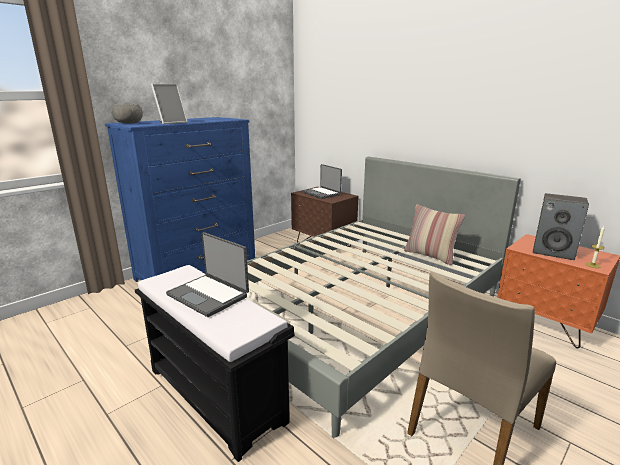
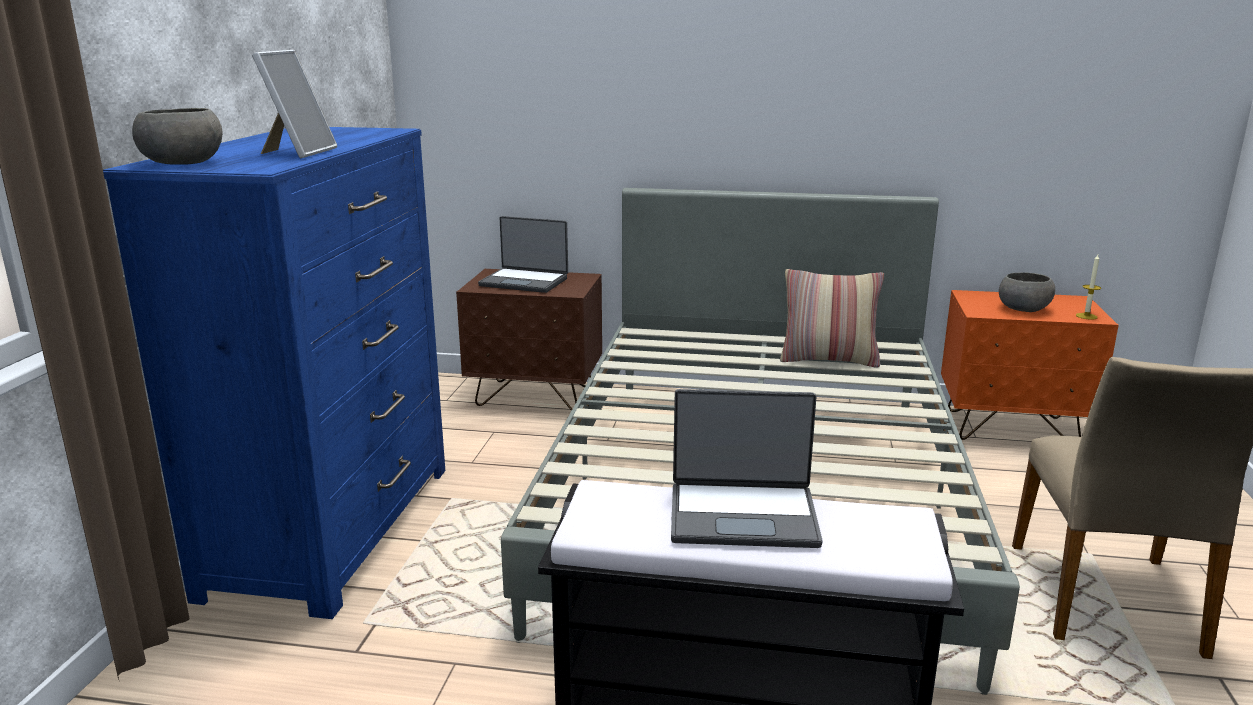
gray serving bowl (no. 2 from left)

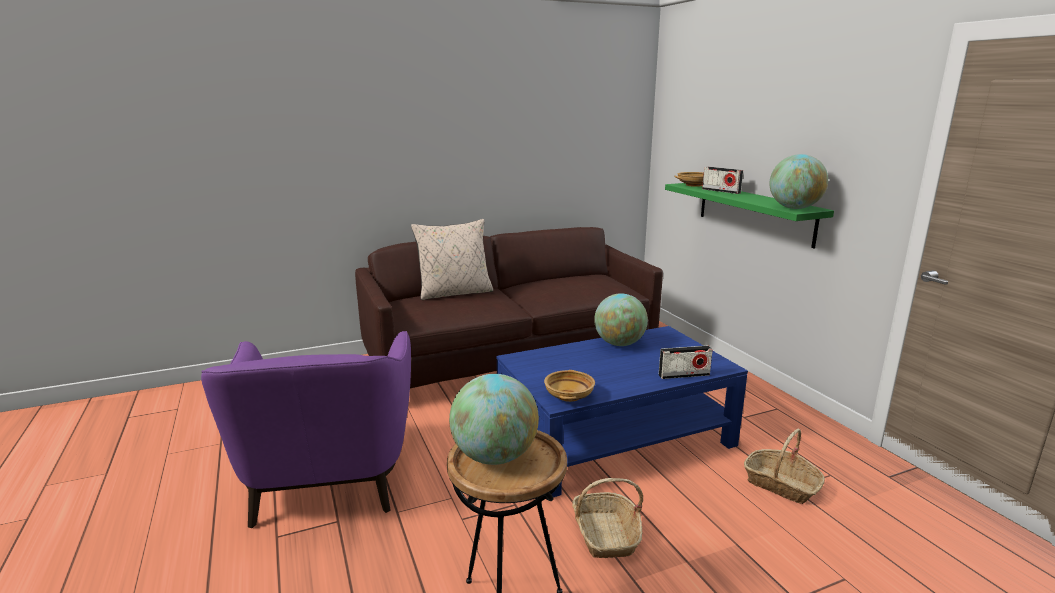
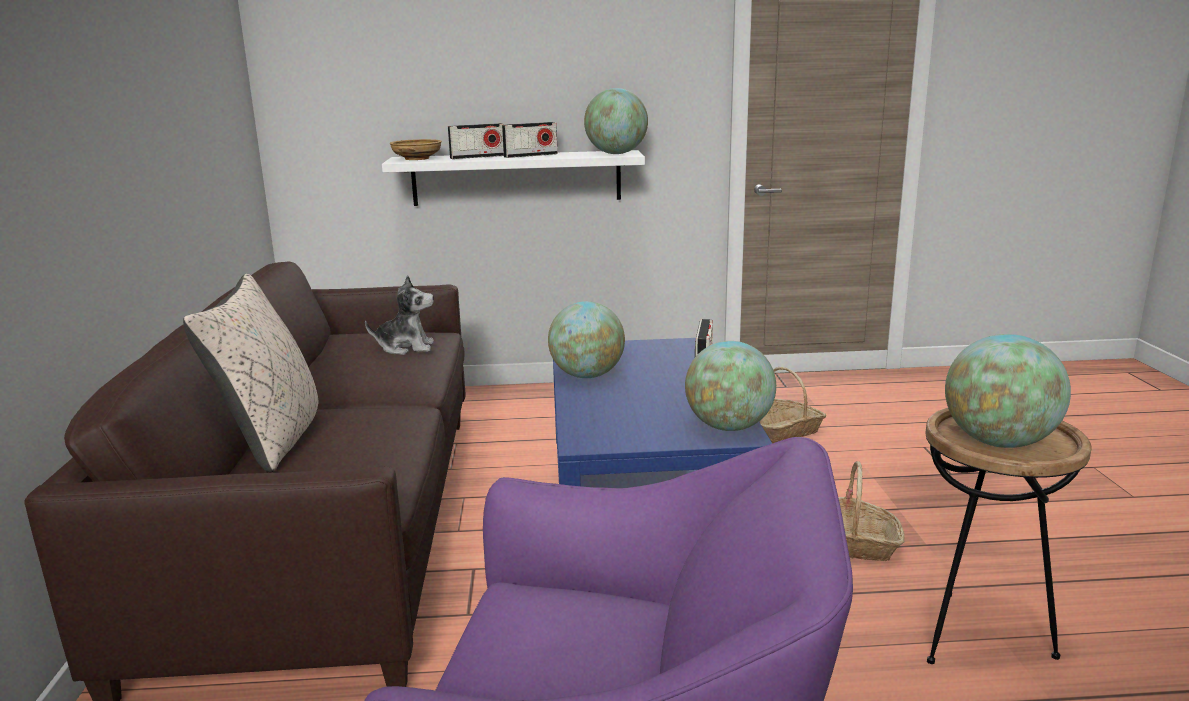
globe (no. 3 from left); whitish bracket shelf; soft toy; radio receiver (no. 2 from left)

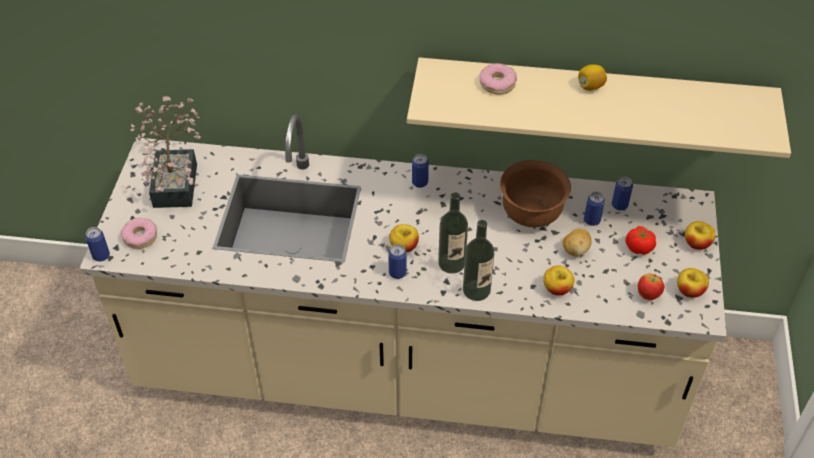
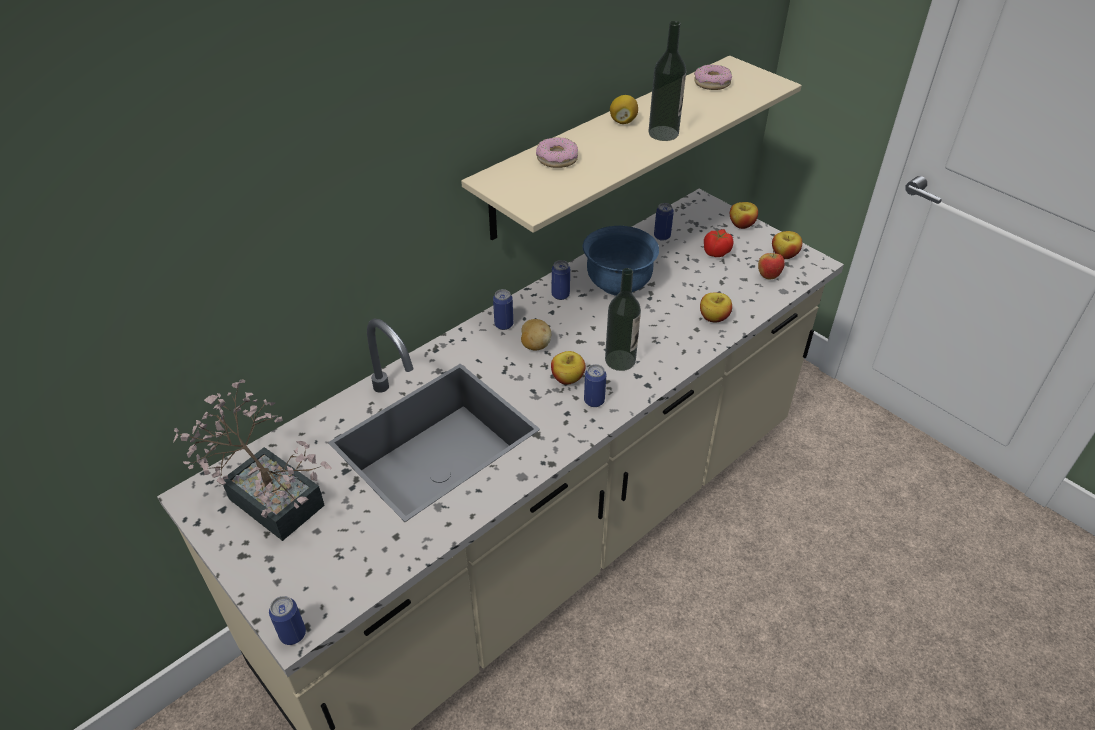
ring doughnut (no. 2 from left); beverage bottle (no. 2 from left); blue-coloured serving bowl; potato; metal can (no. 3 from left)

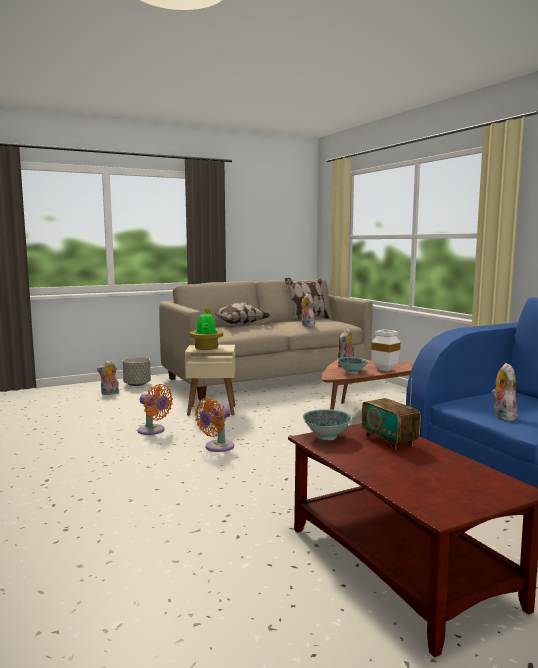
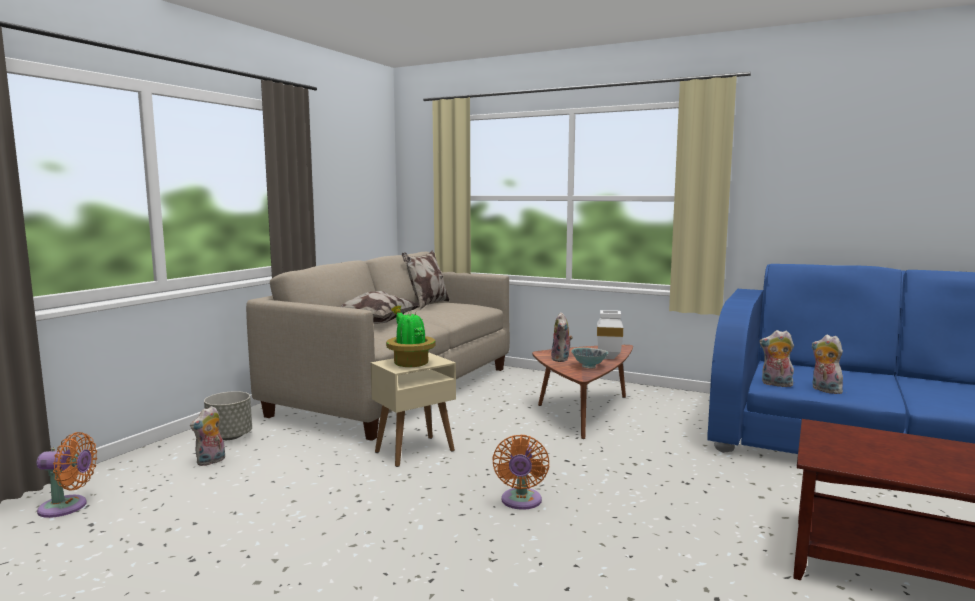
orange-coloured electric fan (no. 1 from left); soft toy (no. 3 from left); serving bowl (no. 1 from left in the first image); radio receiver

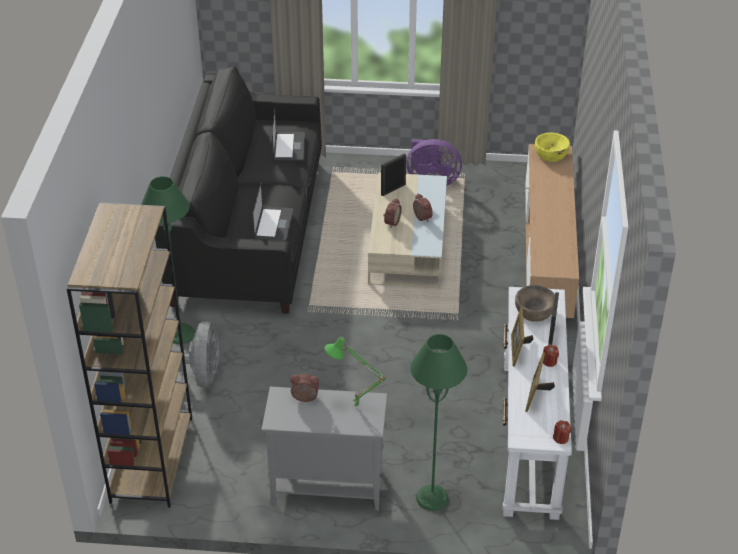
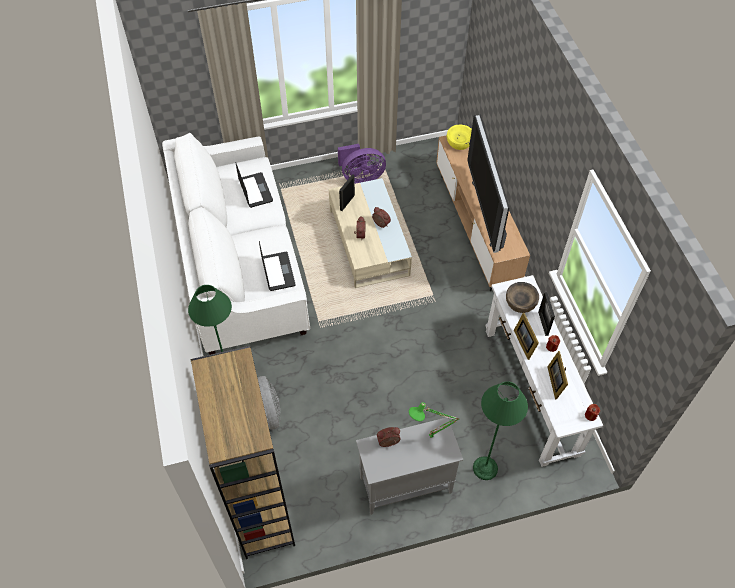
whitish couch; TV set

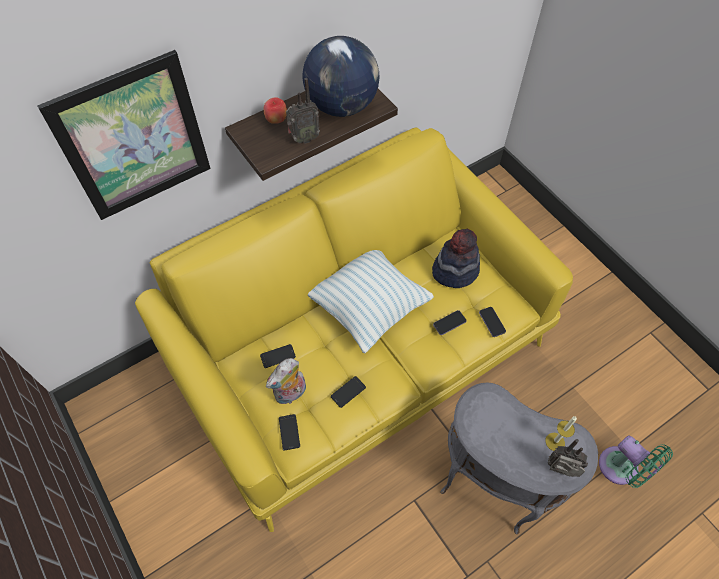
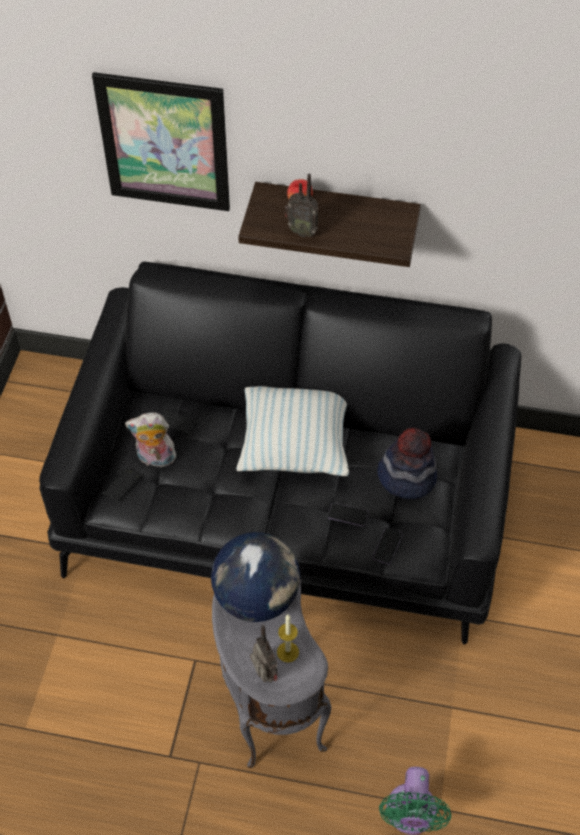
blackish couch; globe; phone (no. 3 from left in the first image)

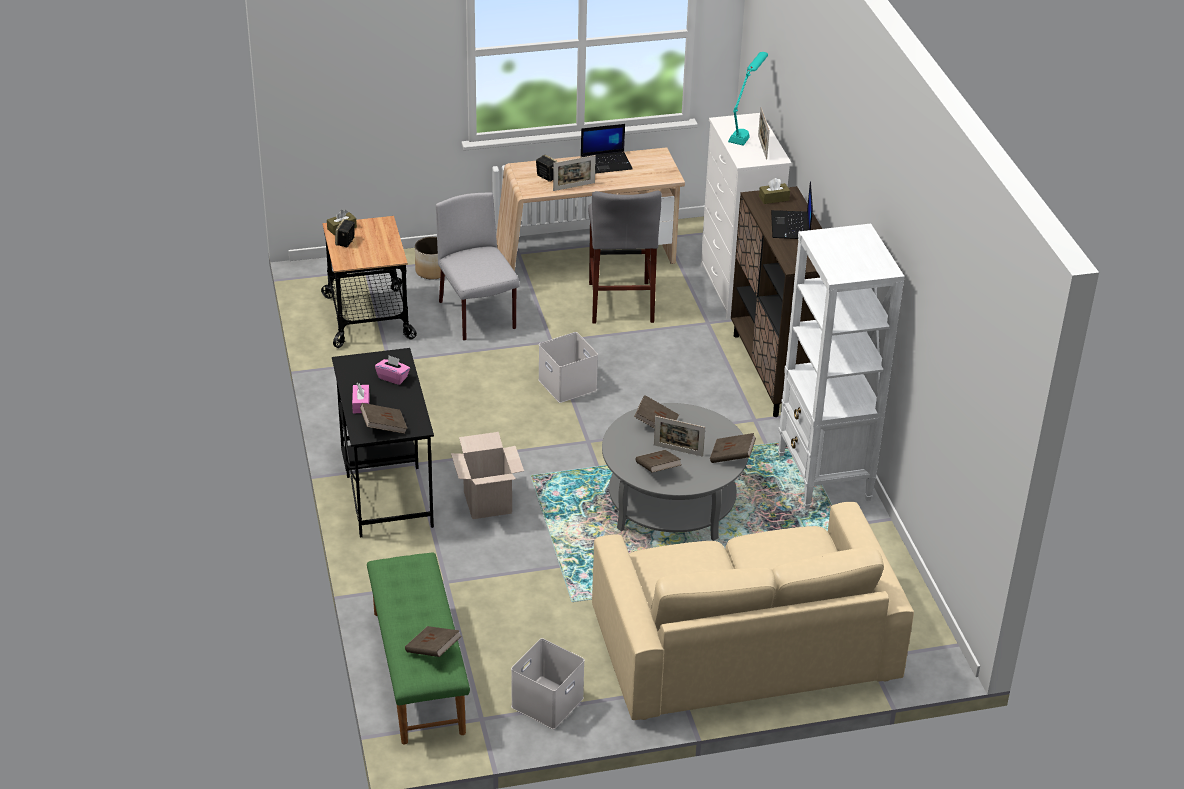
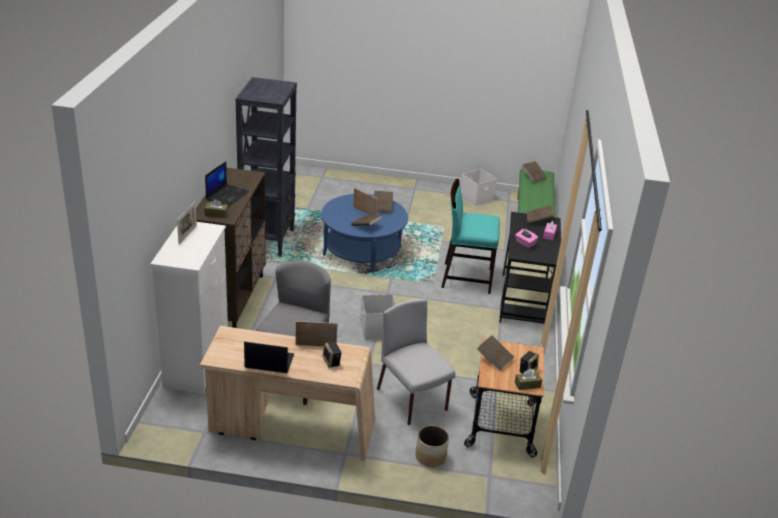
gray chair; blue-green chair; sand-coloured couch; blue-coloured coffee table; brown-coloured book (no. 3 from left); blue-green lamp for a table; blackish bookcase

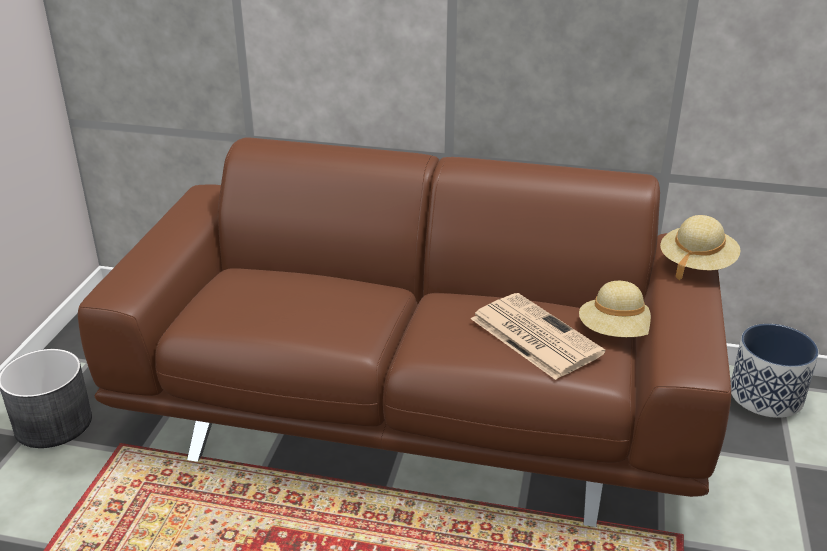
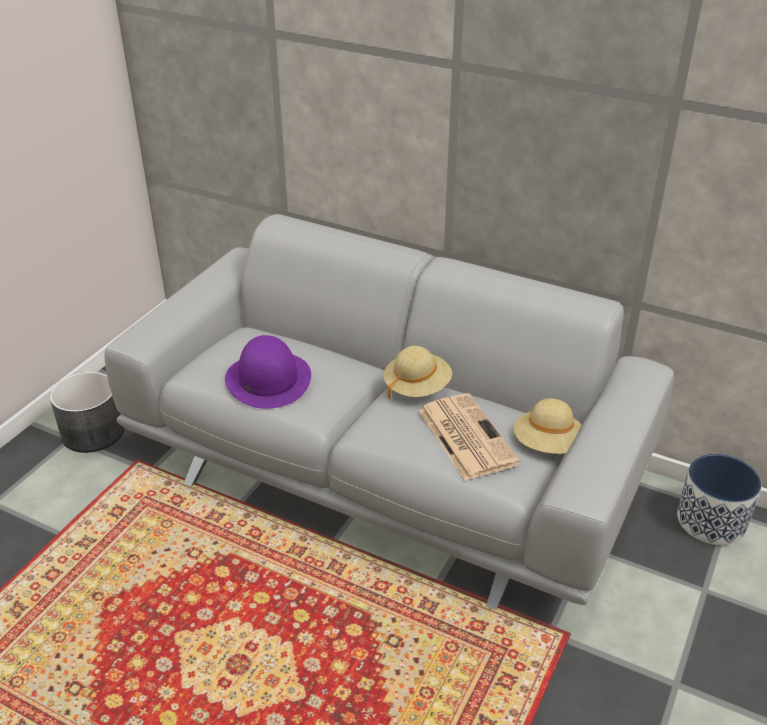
gray couch; sand-coloured wearable hat (no. 1 from left); purple-coloured wearable hat

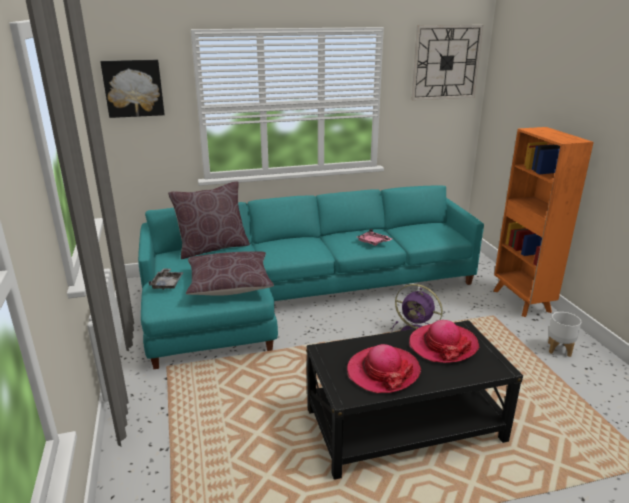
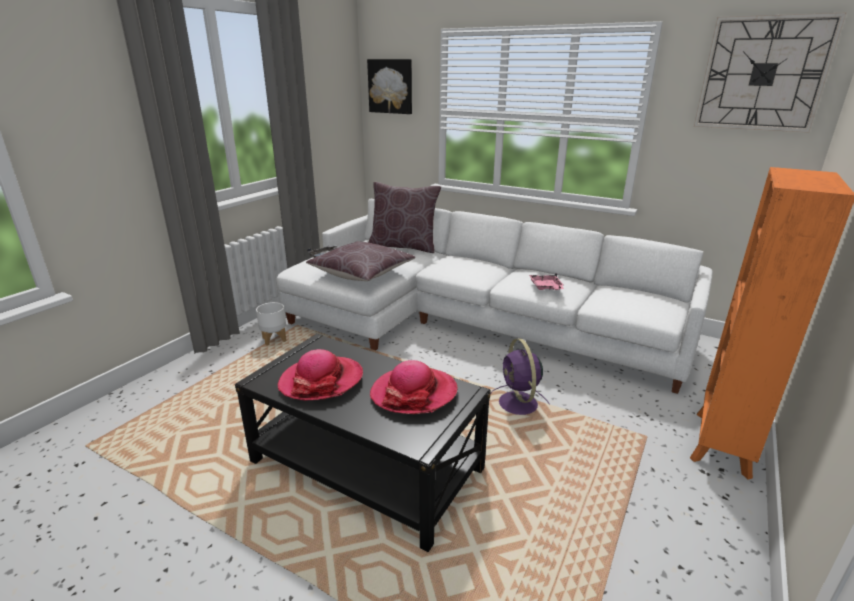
whitish couch; whitish plant pot

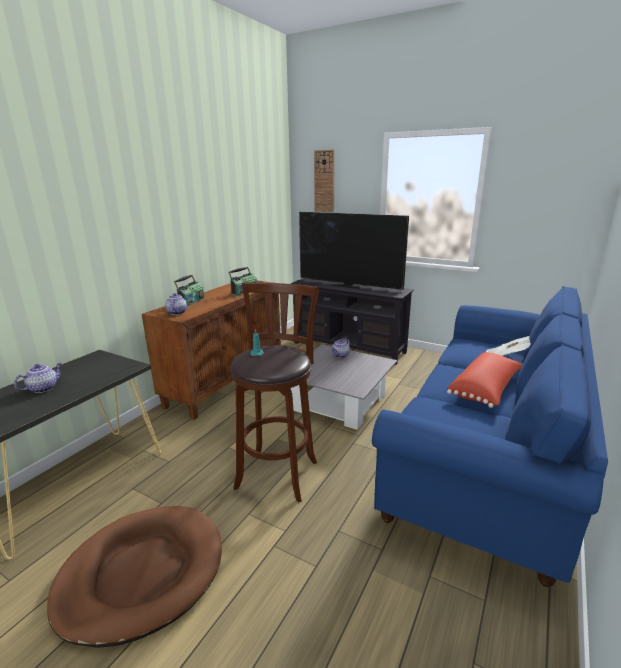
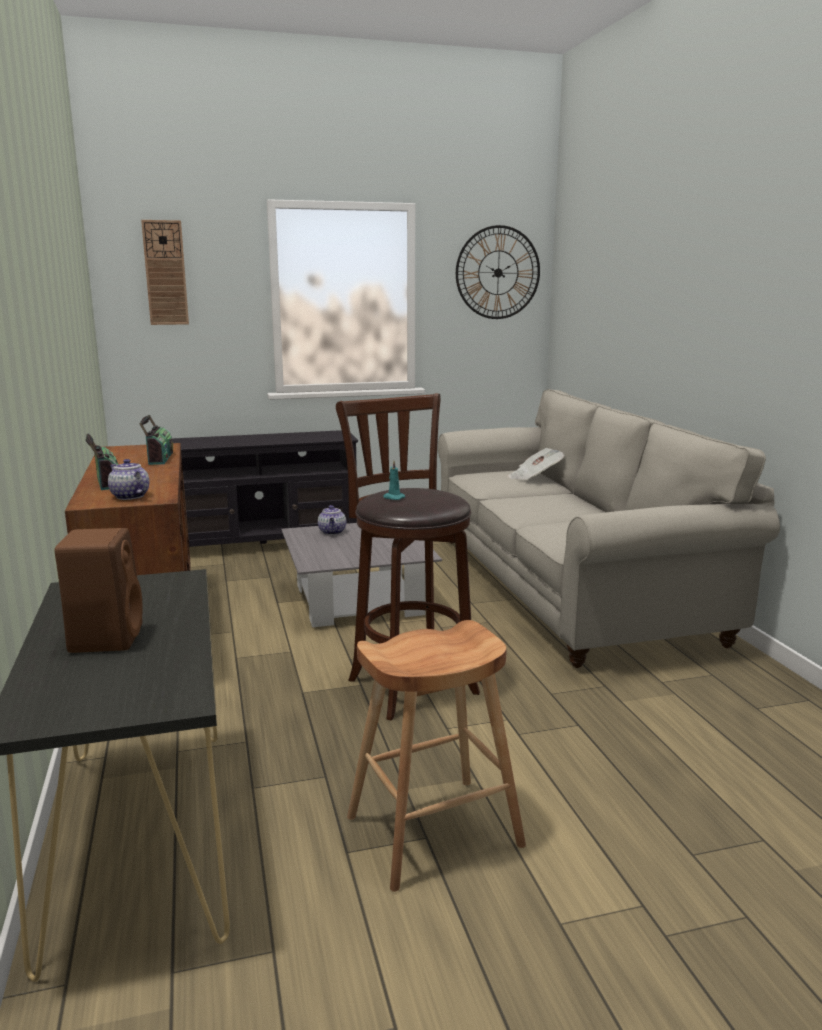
brown-coloured loudspeaker; brown-coloured sitting stool (no. 2 from left); TV set; sand-coloured couch; reddish pillow; wall clock (no. 2 from left)

